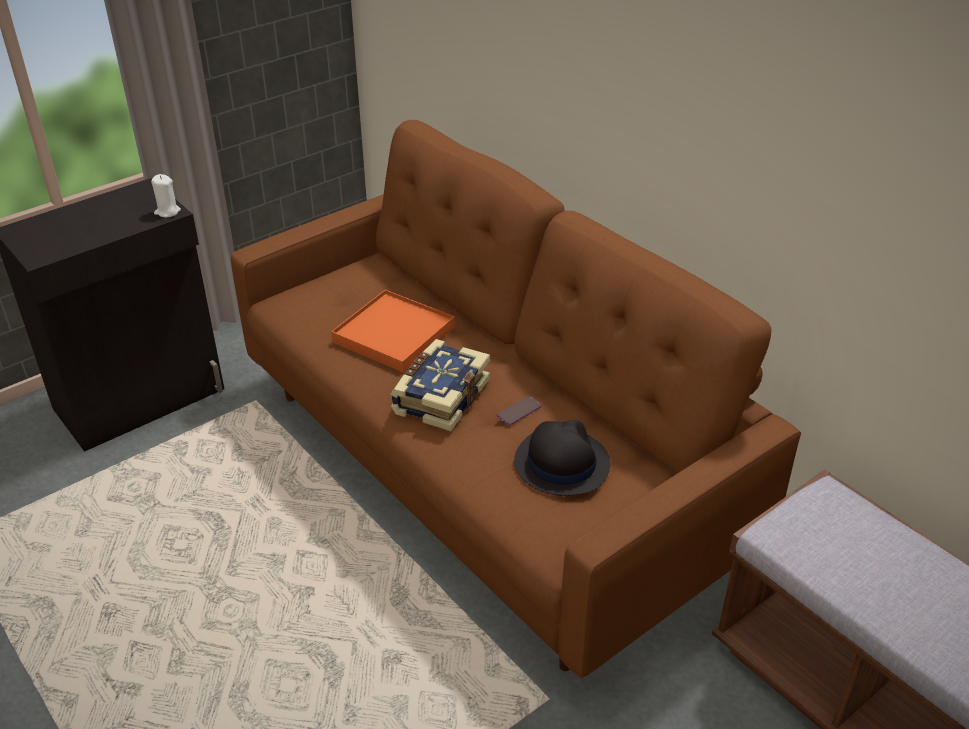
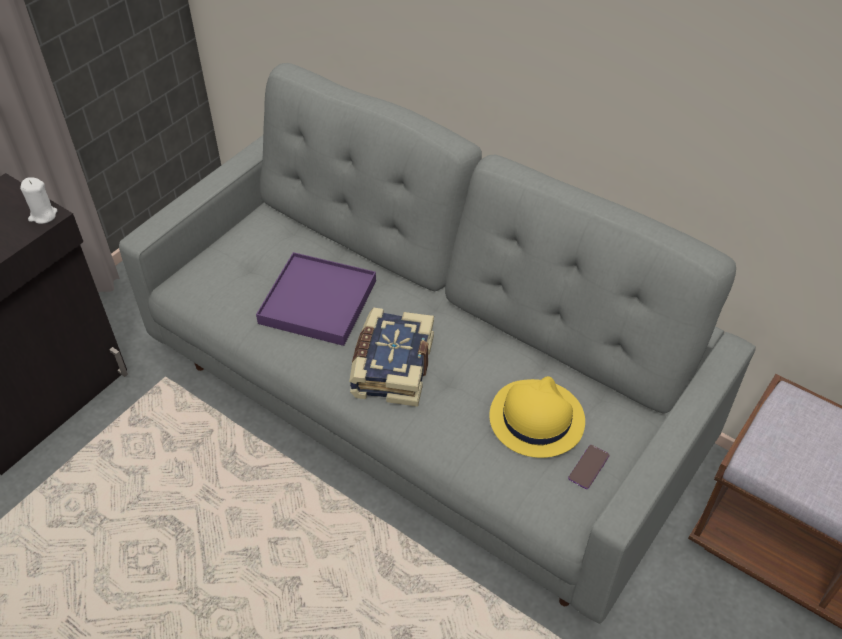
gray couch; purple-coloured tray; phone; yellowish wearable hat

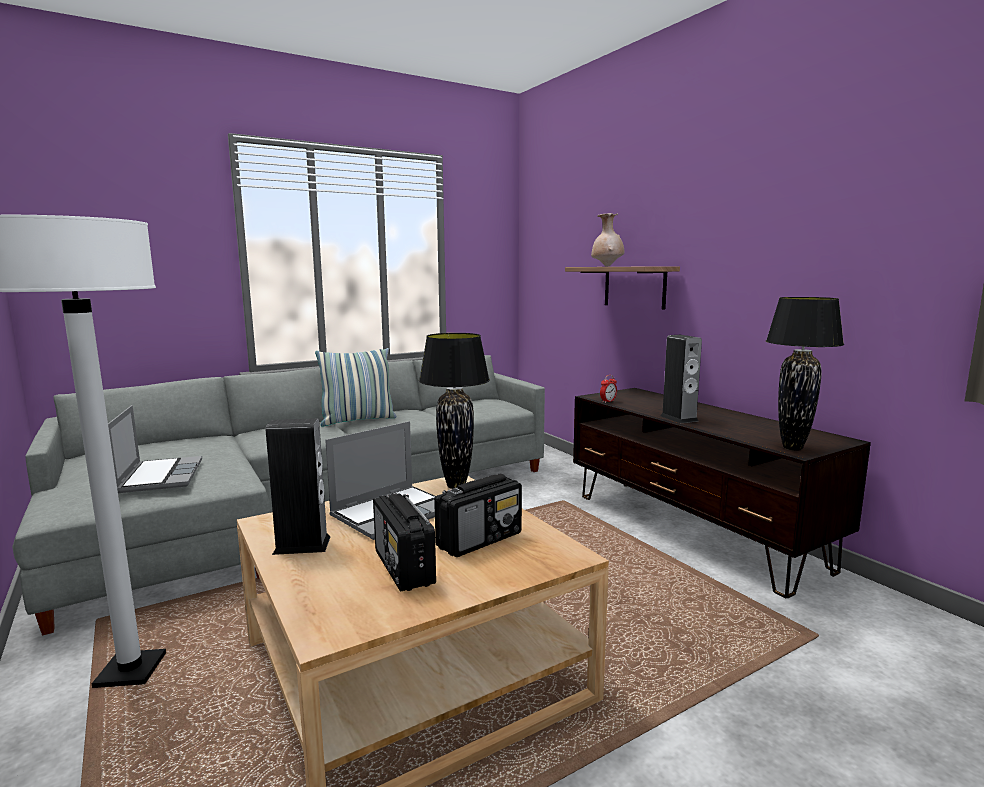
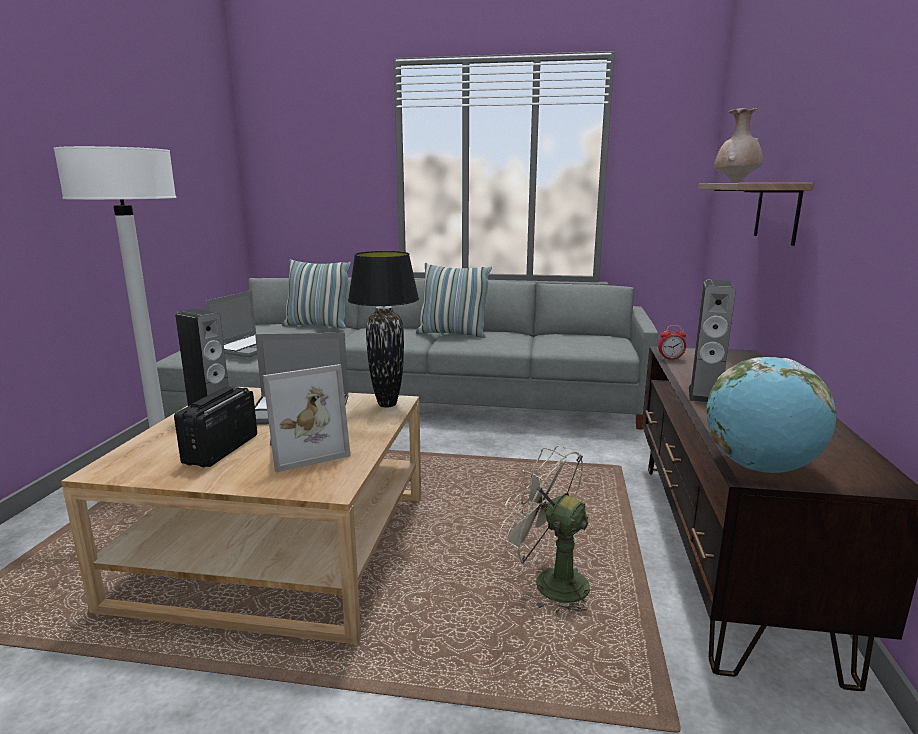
picture frame; globe; pillow (no. 1 from left); sand-coloured electric fan

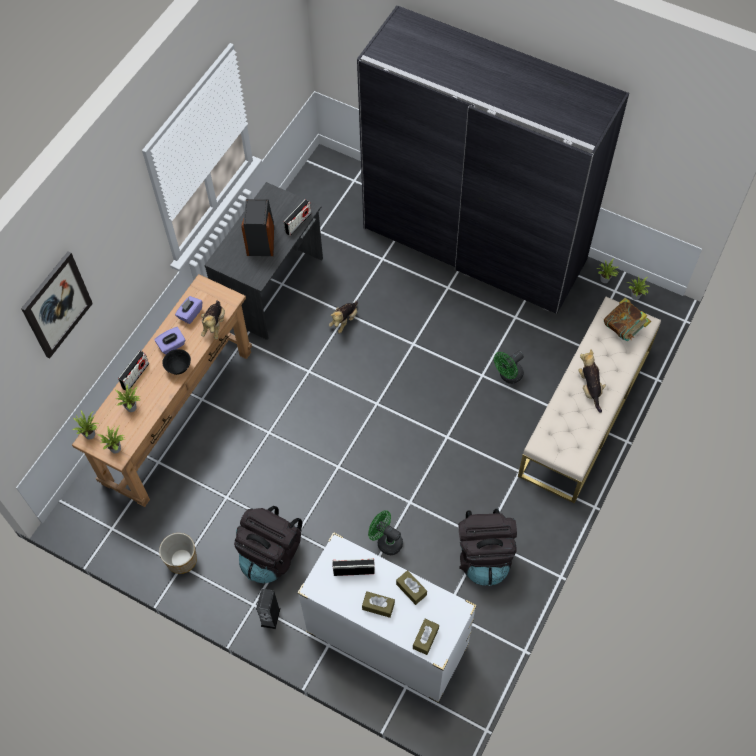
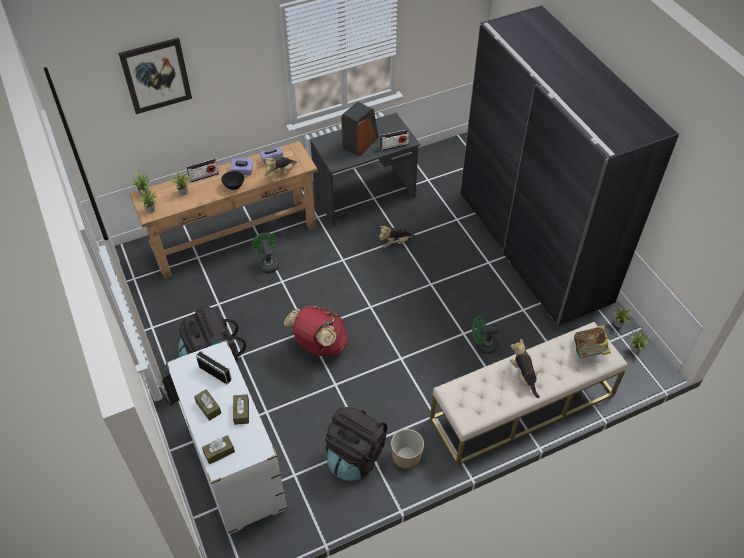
plant pot; green electric fan (no. 1 from left); soft toy (no. 3 from left); reddish rucksack

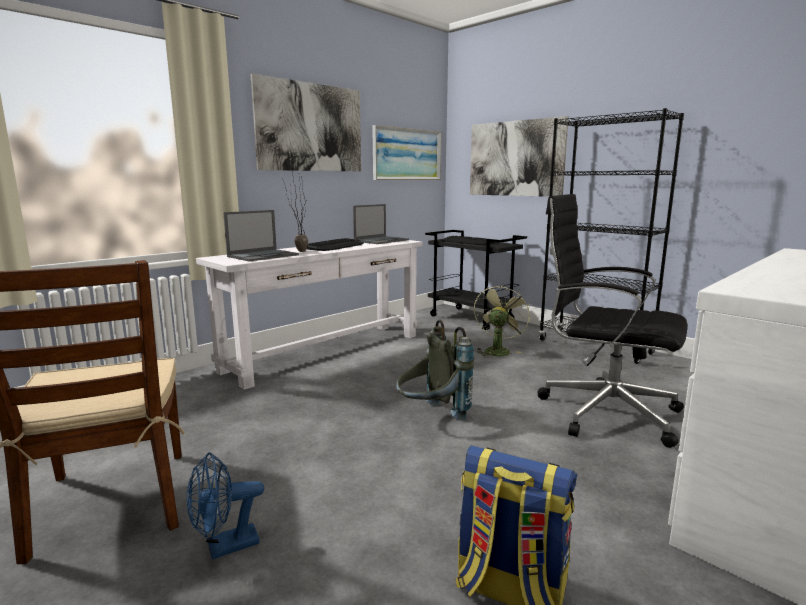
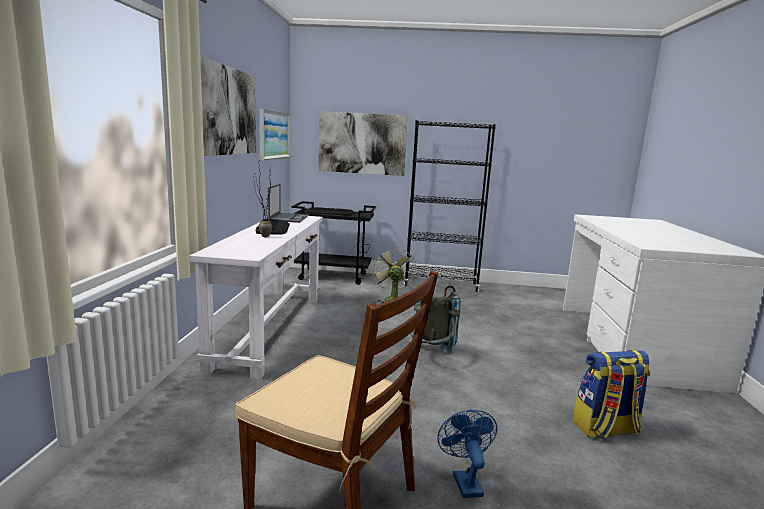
blue-coloured electric fan; portable computer (no. 1 from left in the first image); blackish office chair

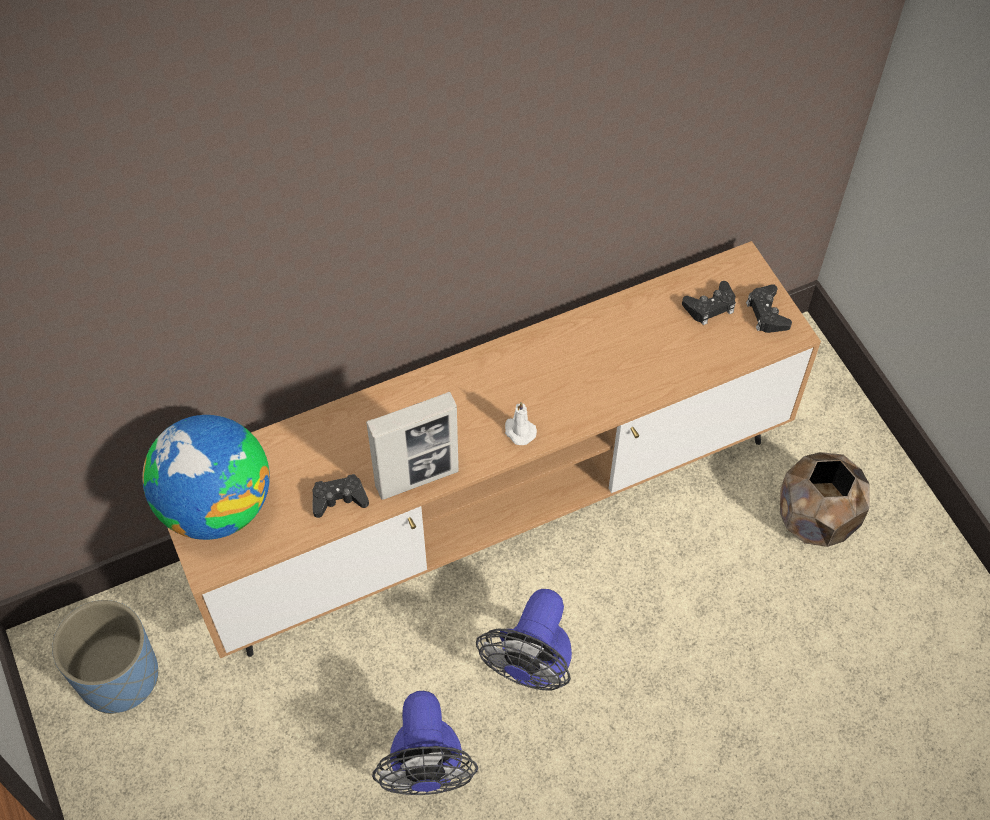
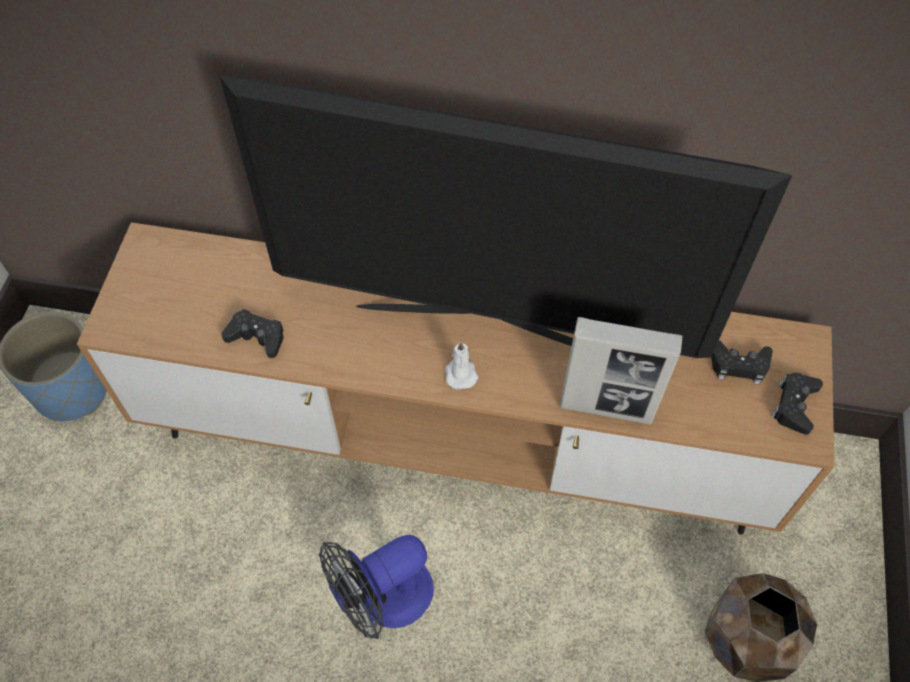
globe; picture frame; electric fan (no. 1 from left in the first image); TV set

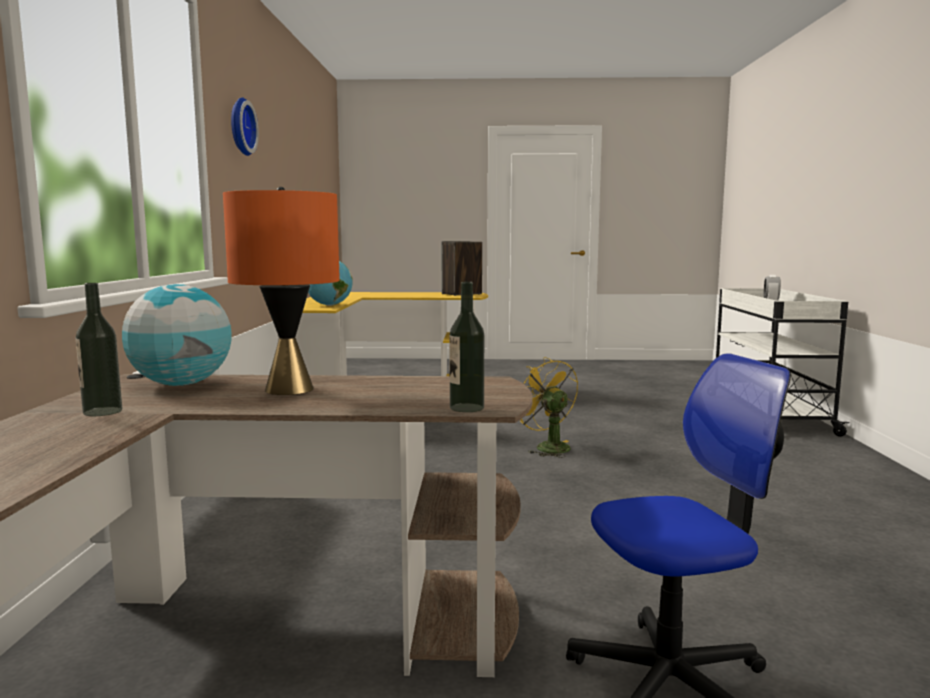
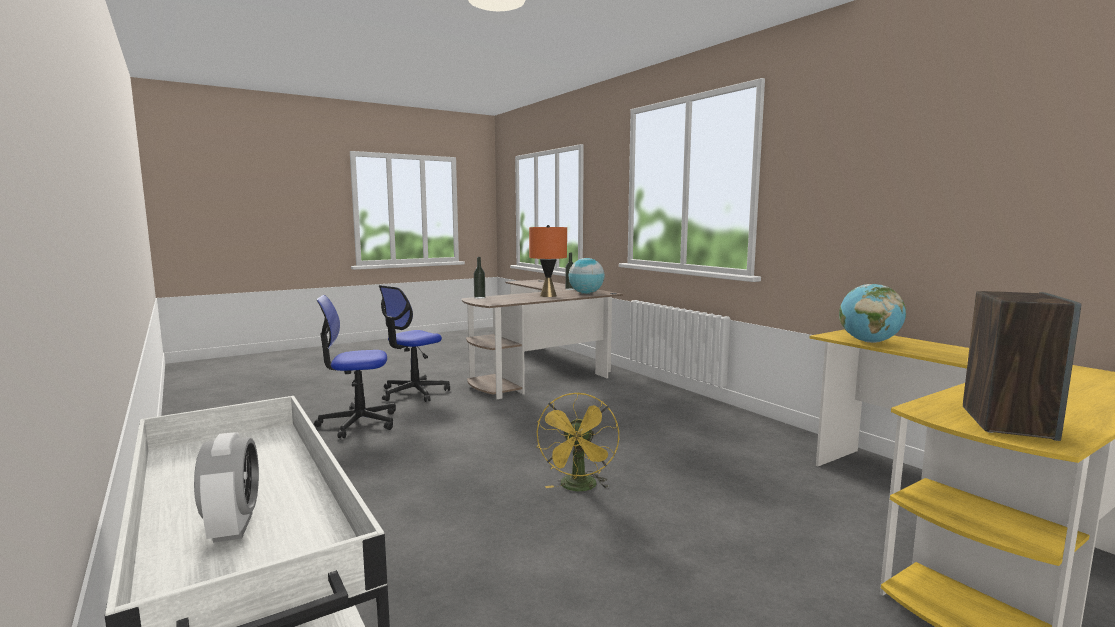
wall clock; yellowish electric fan; office chair (no. 1 from left)

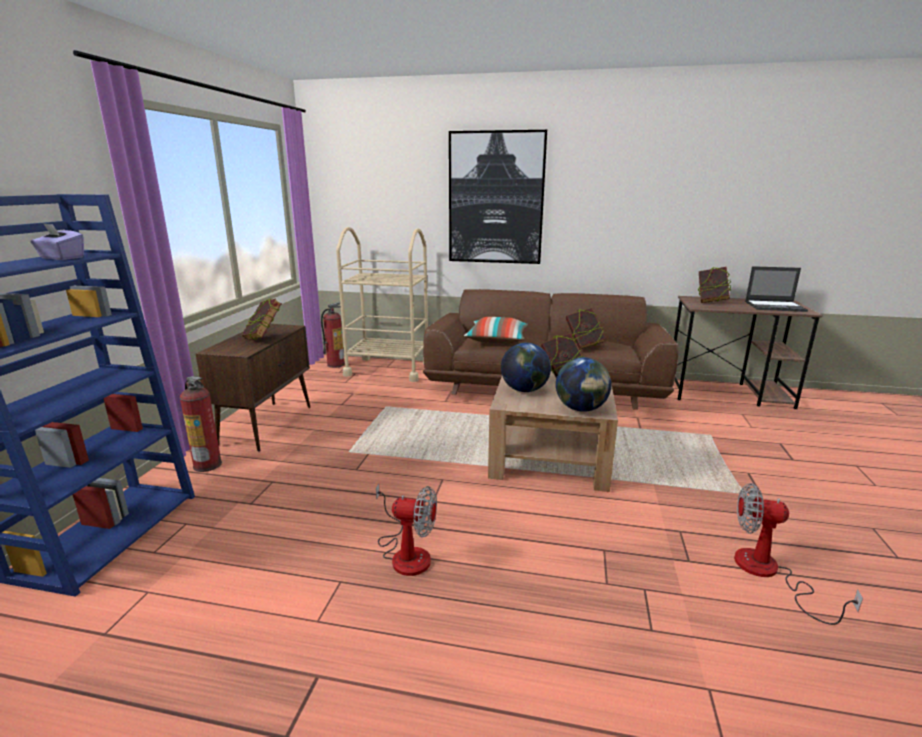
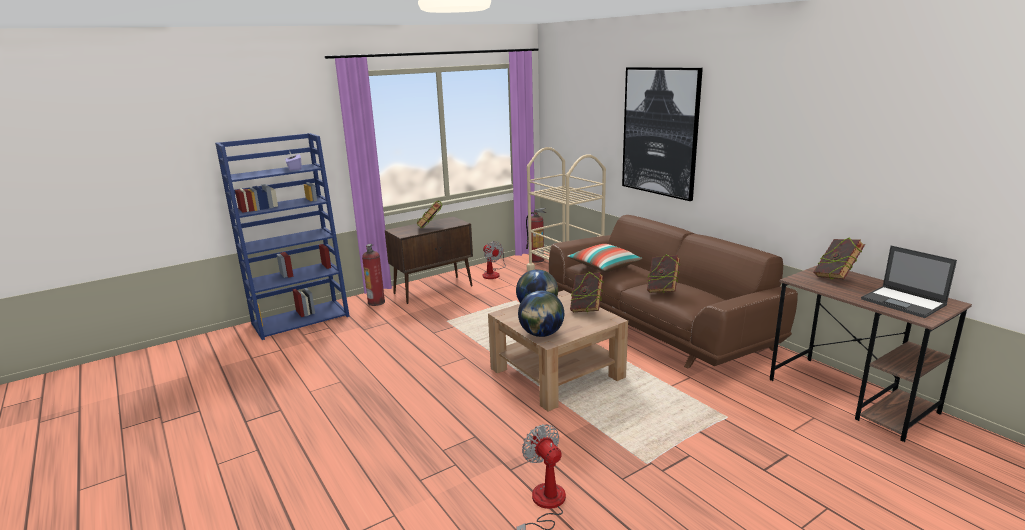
electric fan (no. 1 from left)

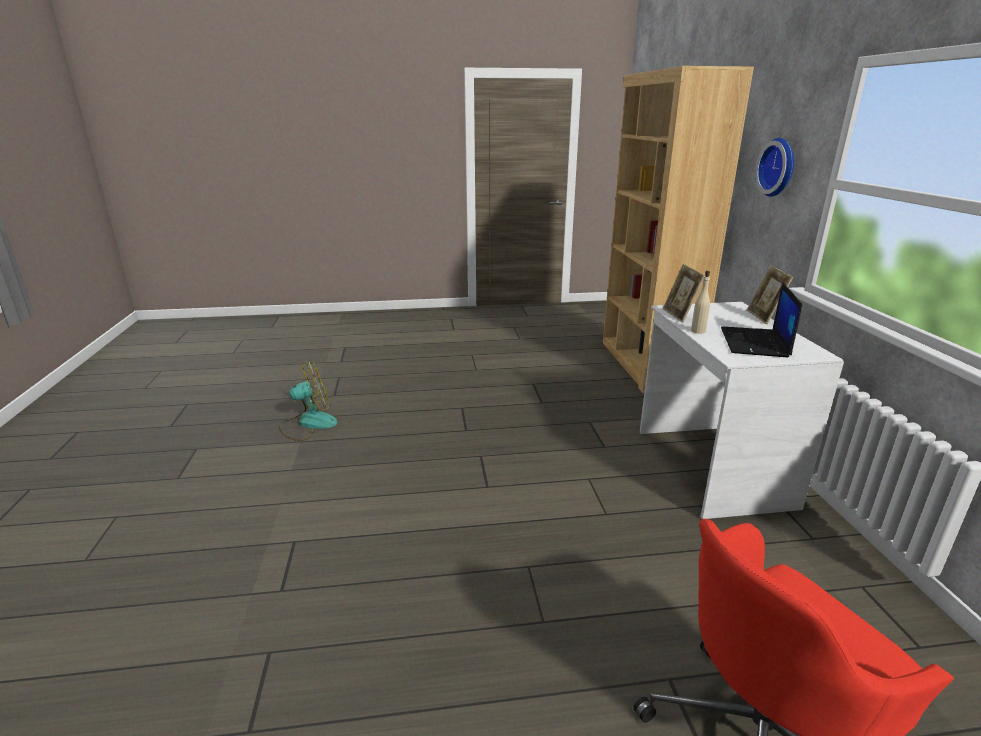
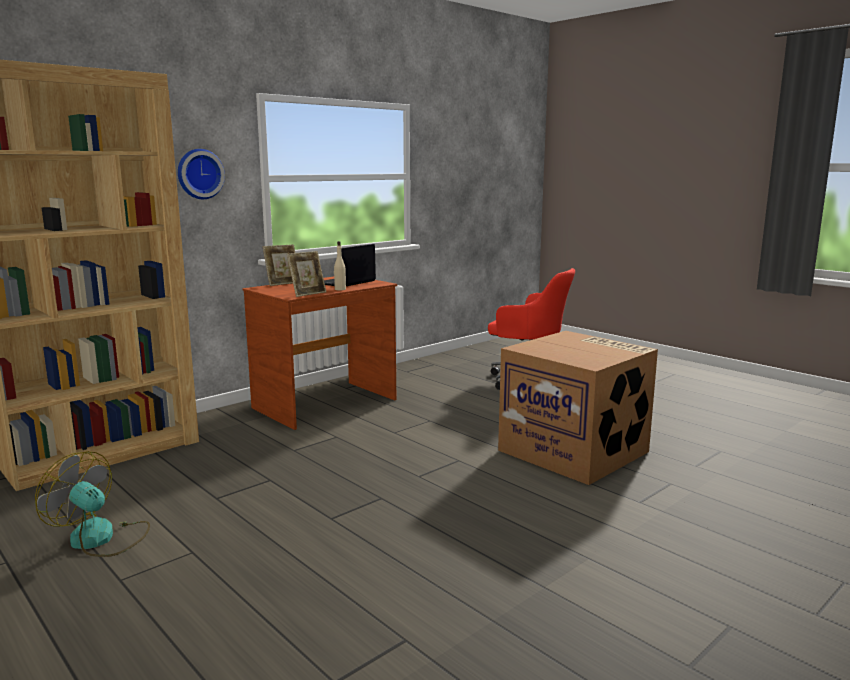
electric fan; brown-coloured desk; portable computer; cardboard box

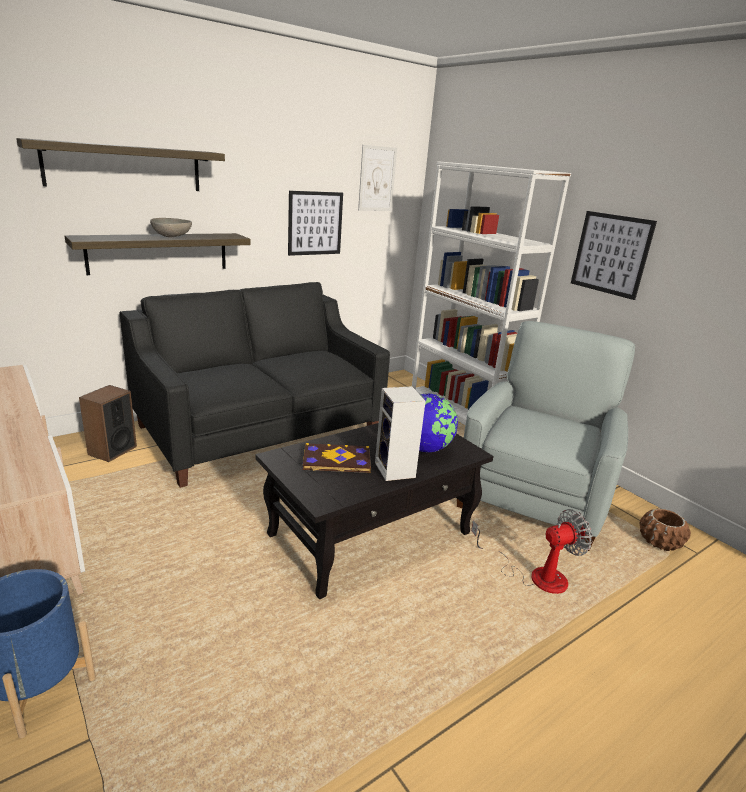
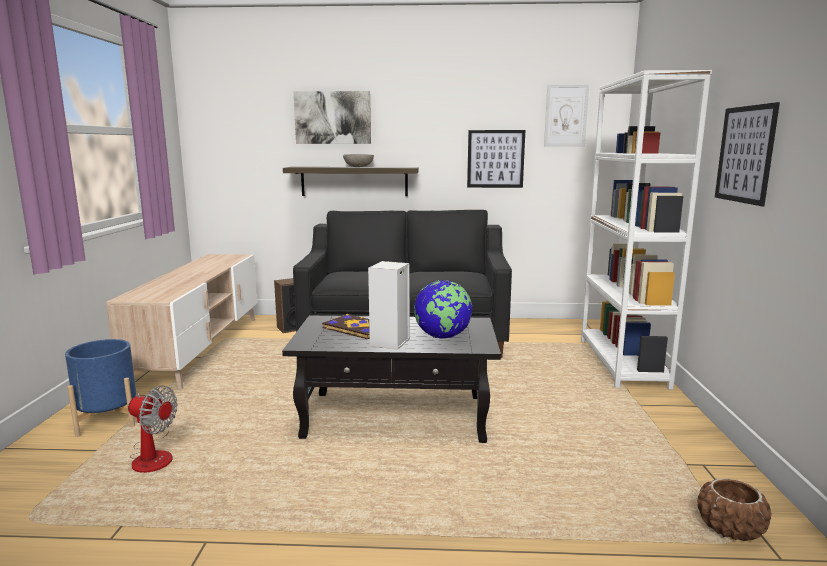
picture (no. 1 from left); gray easy chair; electric fan

